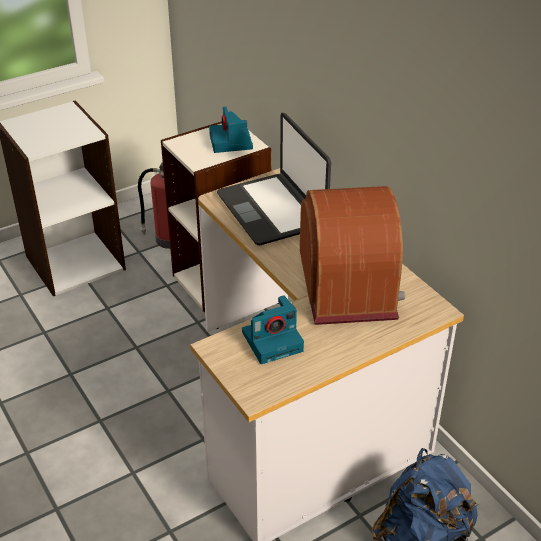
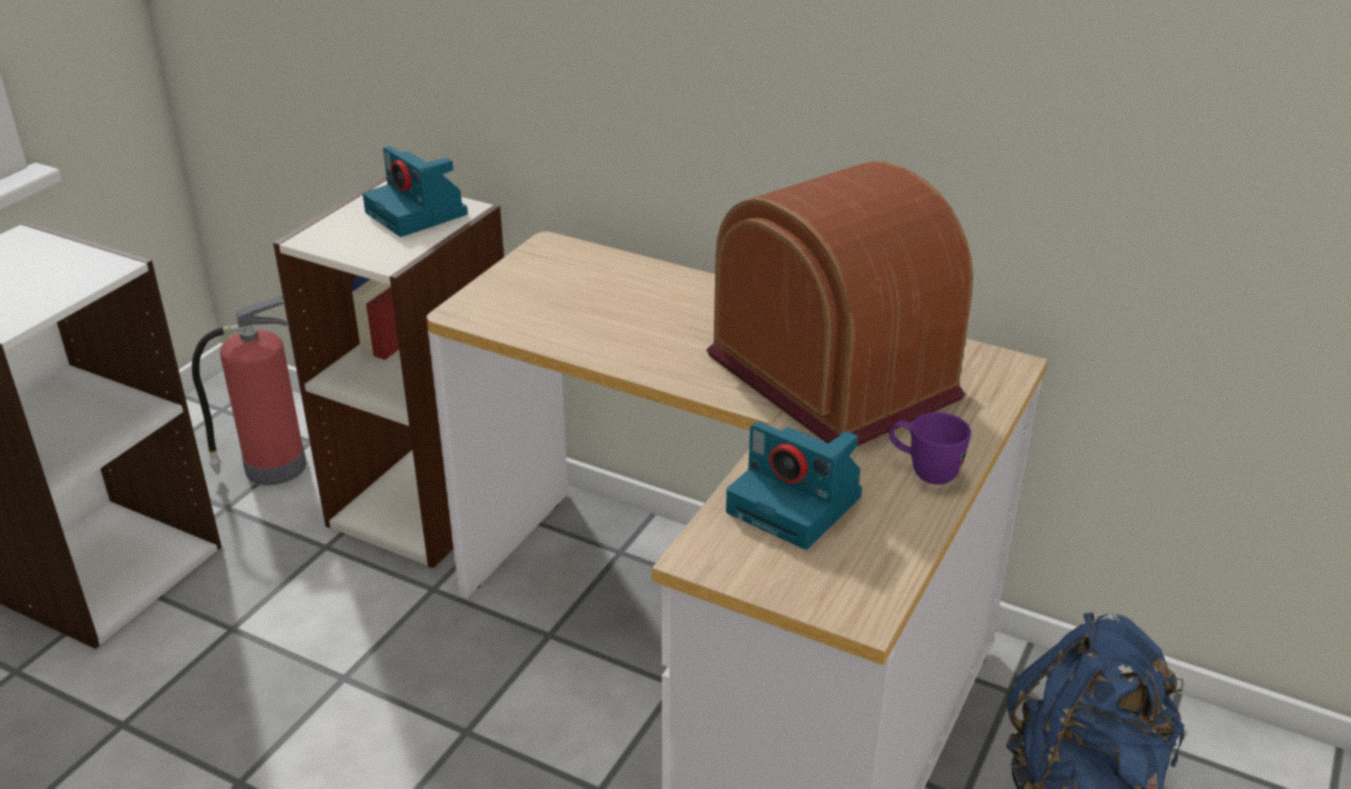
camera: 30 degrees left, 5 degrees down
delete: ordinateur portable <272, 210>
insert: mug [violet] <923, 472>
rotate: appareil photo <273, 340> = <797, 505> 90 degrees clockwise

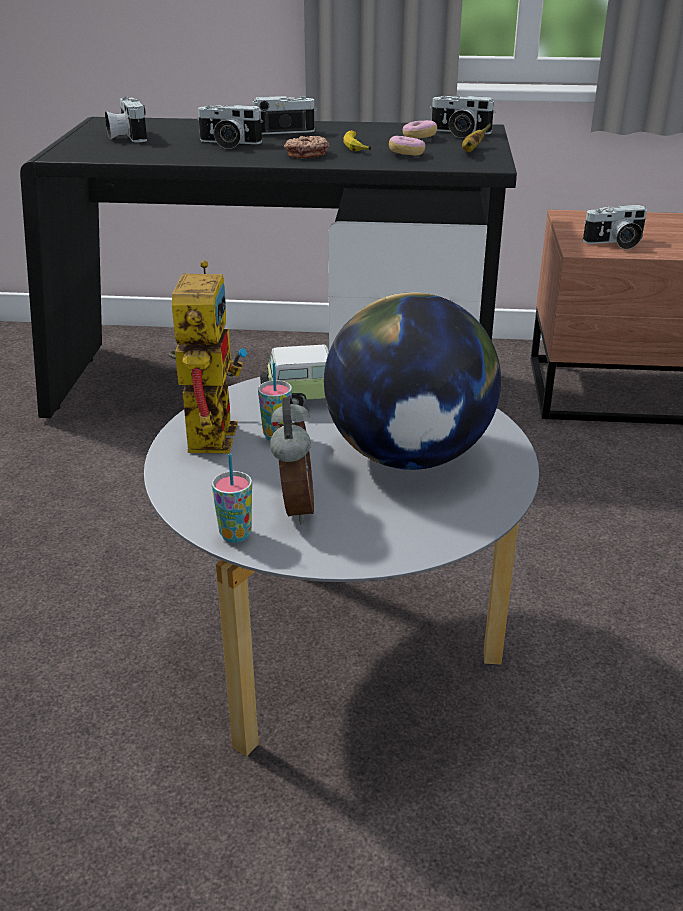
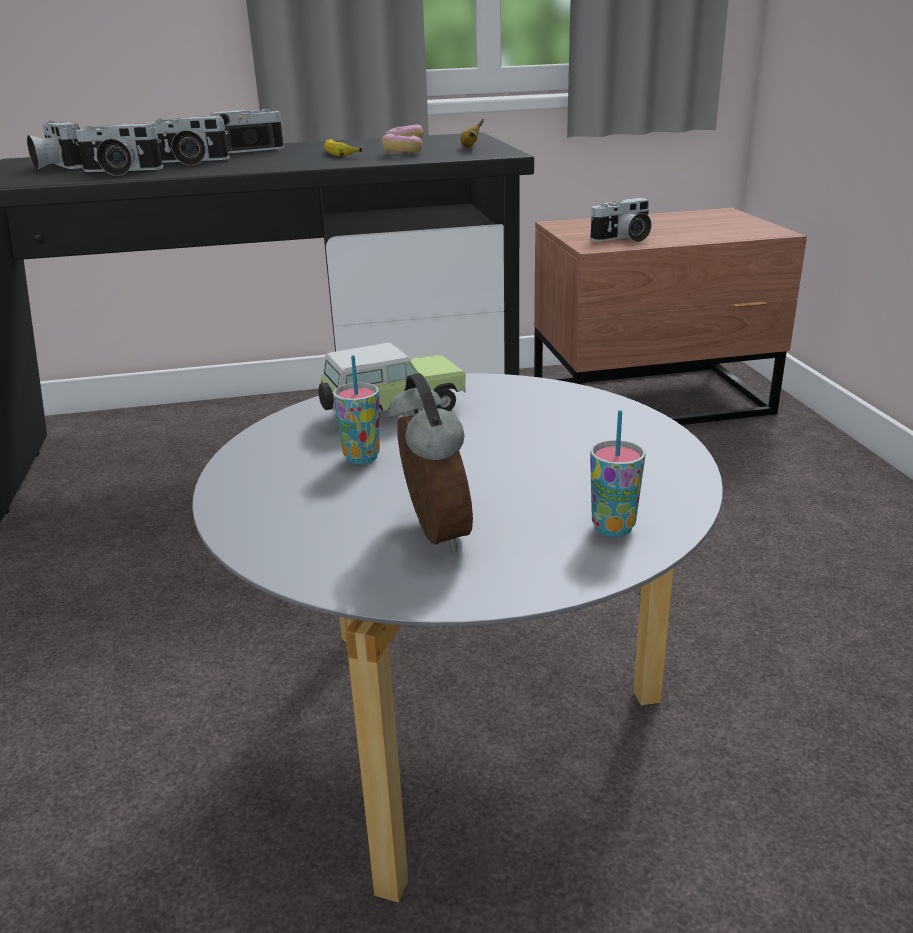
camera: 15 degrees left, 5 degrees down
delete: robot jouet <208, 430>; beignet <306, 154>; globe <409, 456>
move: appareil photo <459, 133> to <120, 172>; tasse <235, 535> to <613, 528>

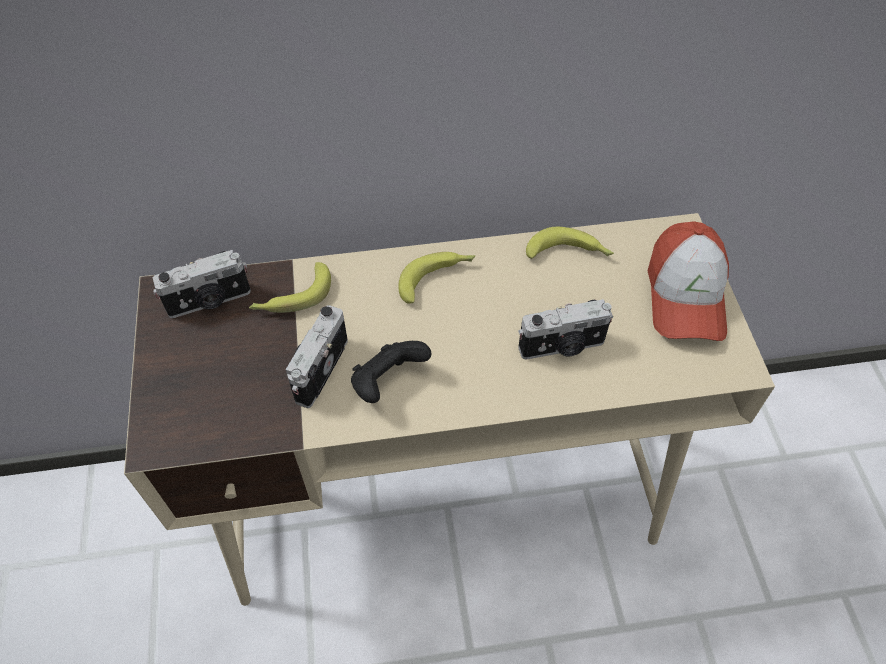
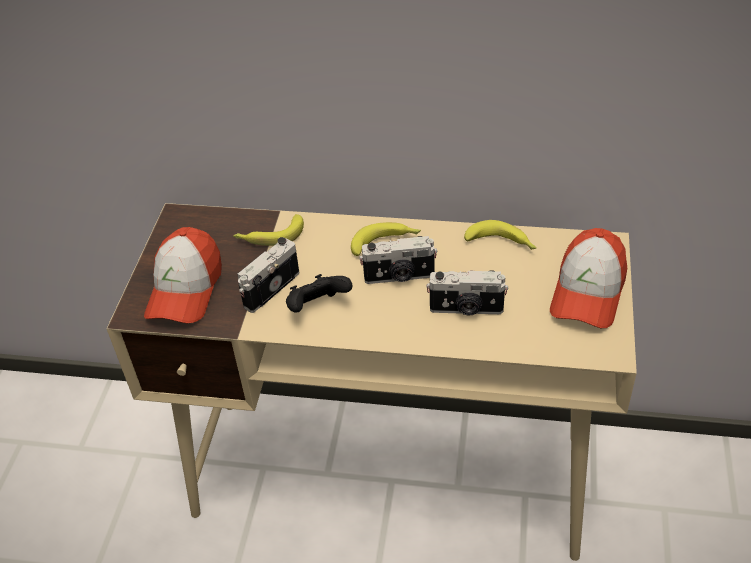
camera: 20 degrees right, 10 degrees down
insert: casquette <185, 289>
move: appareil photo <209, 301> to <399, 277>

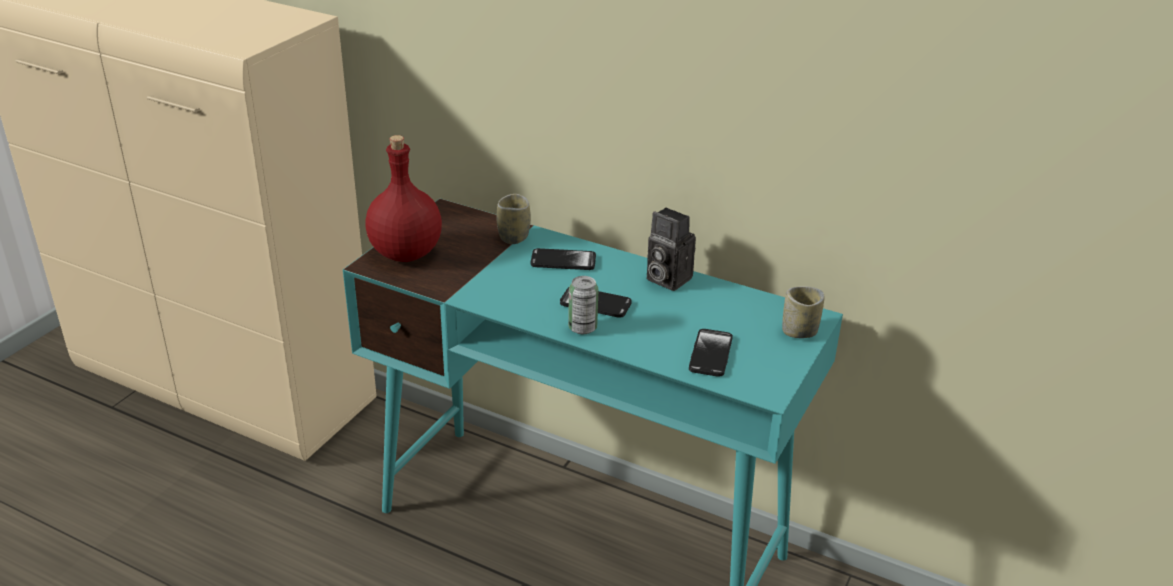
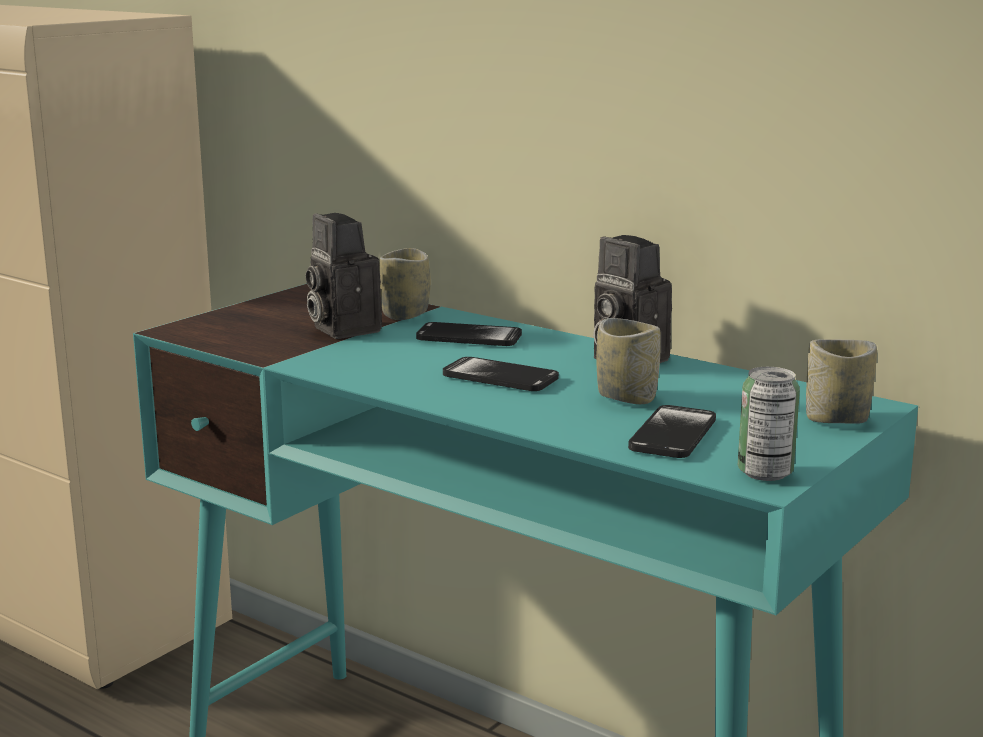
camera: 10 degrees right, 15 degrees down
delete: bouteille [rouge] <405, 253>
insert: appareil photo <341, 329>; tasse <626, 397>
move: boîte métallique <582, 328> to <765, 473>

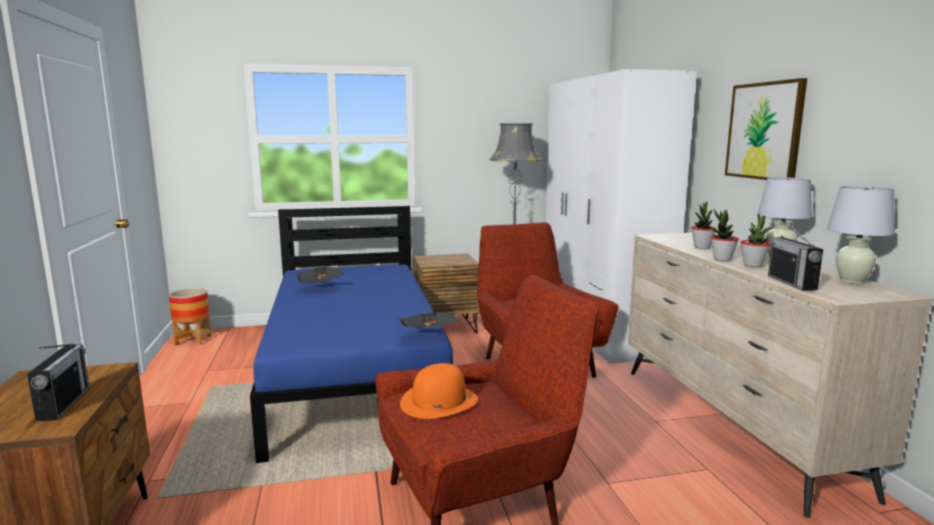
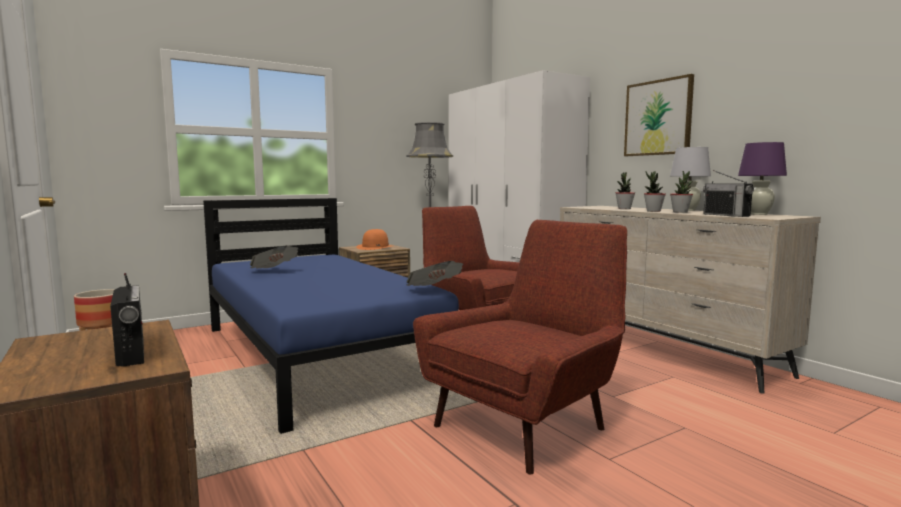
camera: 20 degrees left, 5 degrees down
move: chapeau [orange] <439, 401> to <375, 247>
recolor: lampe de table [blanc] <851, 281> to lampe de table [violet] <758, 214>

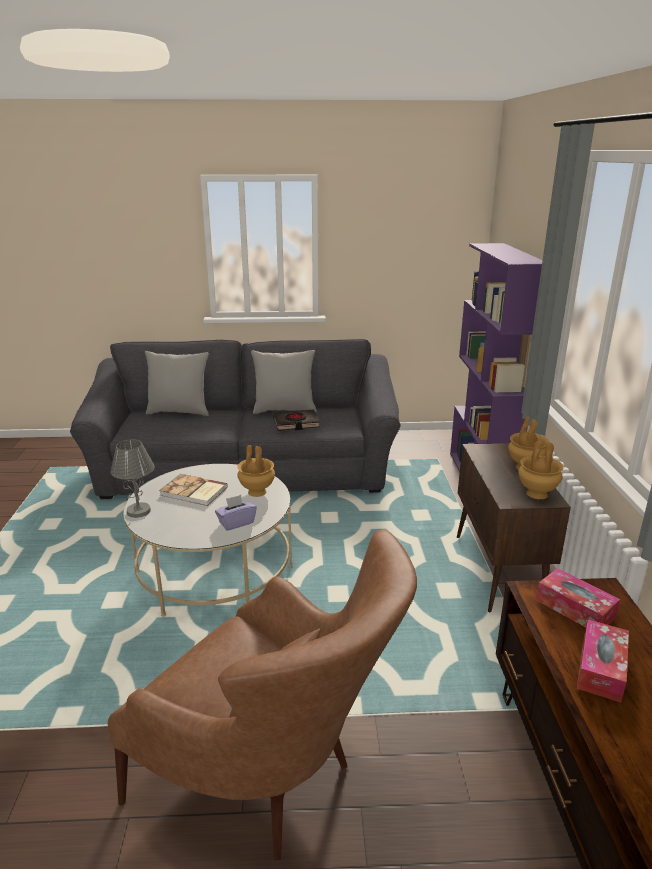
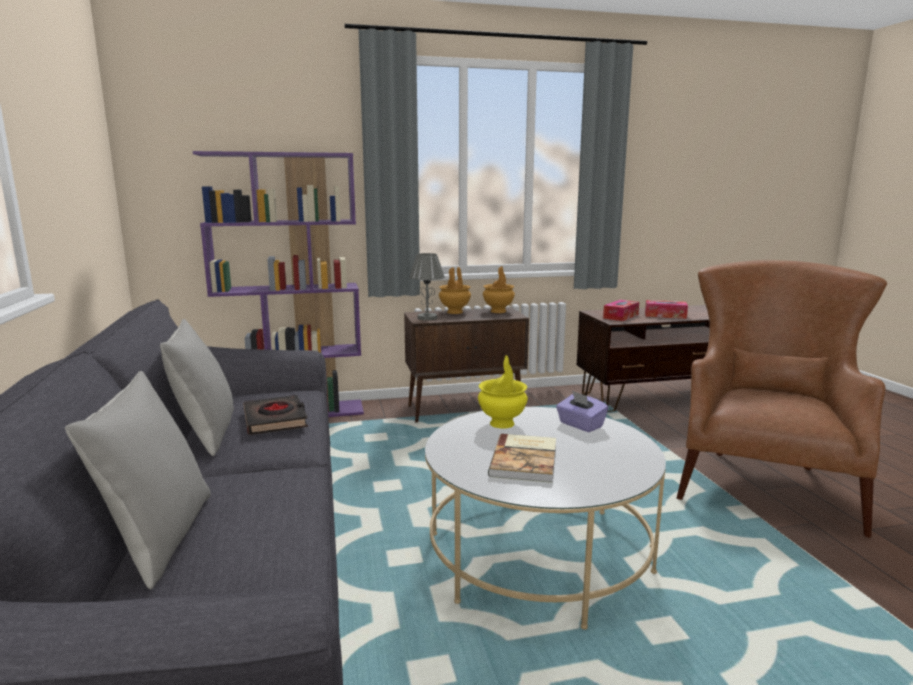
camera: 100 degrees left, 10 degrees down
move: lampe de table [gris] <138, 511> to <427, 318>
recolor: vase [marron] <256, 492> to vase [jaune] <502, 424>

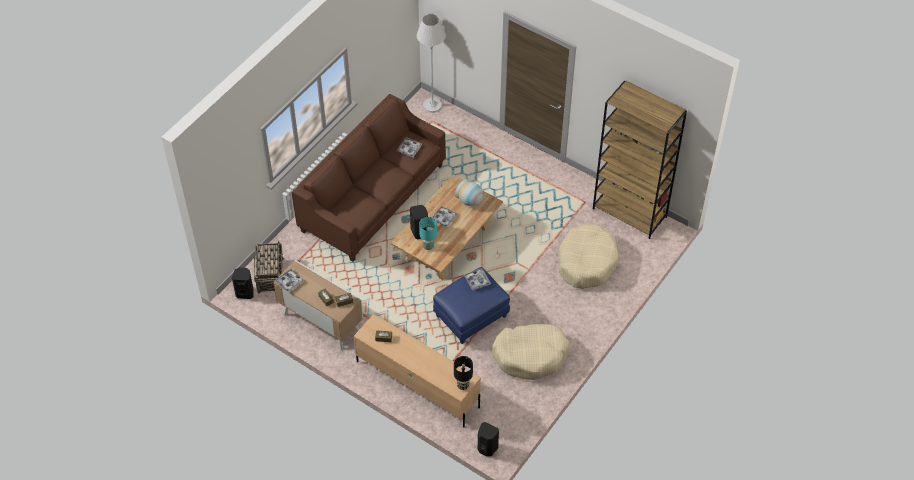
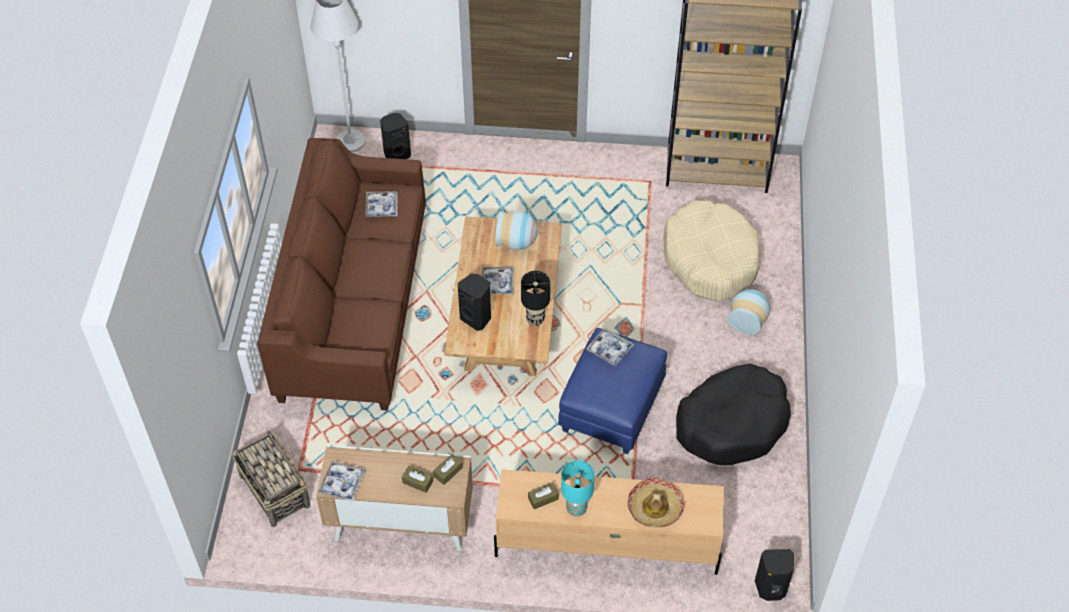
camera: 30 degrees left, 0 degrees up
insert: chapeau <655, 507>; vase <747, 320>
move: enceinte [noir] <245, 293> to <396, 154>; lampe de table [noir] <462, 385> to <535, 320>; lampe de table [turquoise] <428, 246> to <576, 508>
recolor: panier pour chien [beige] <530, 355> to panier pour chien [noir] <732, 423>

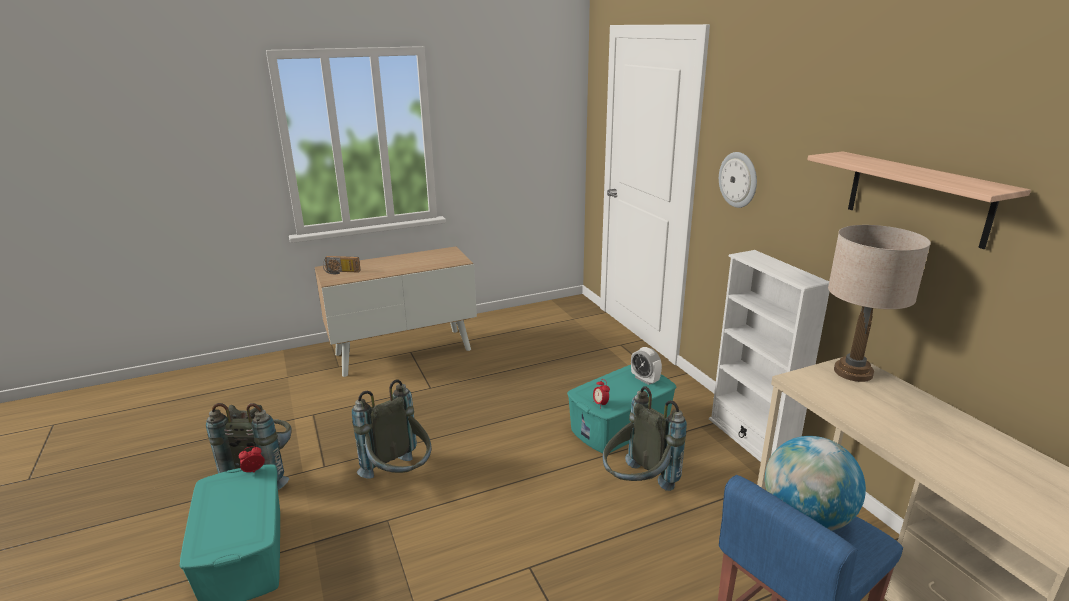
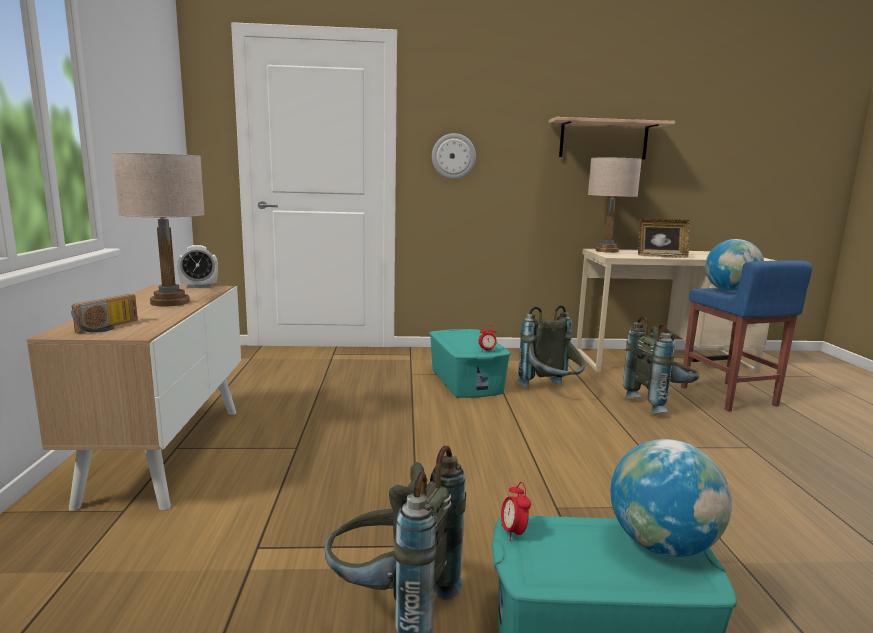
camera: 70 degrees left, 10 degrees down
delete: bibliothèque [blanc] <751, 440>
insert: lampe de table [beige] <170, 302>; globe <662, 545>; cadre photo <661, 256>
move: réveil <645, 379> to <199, 286>; sac à dos [gris] <400, 477> to <659, 404>

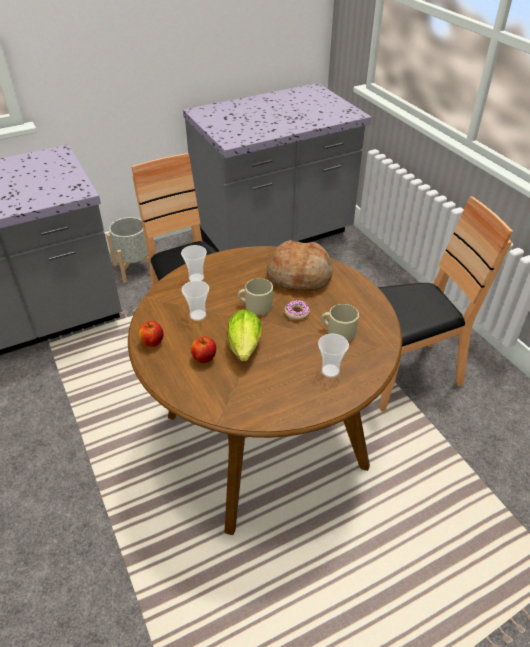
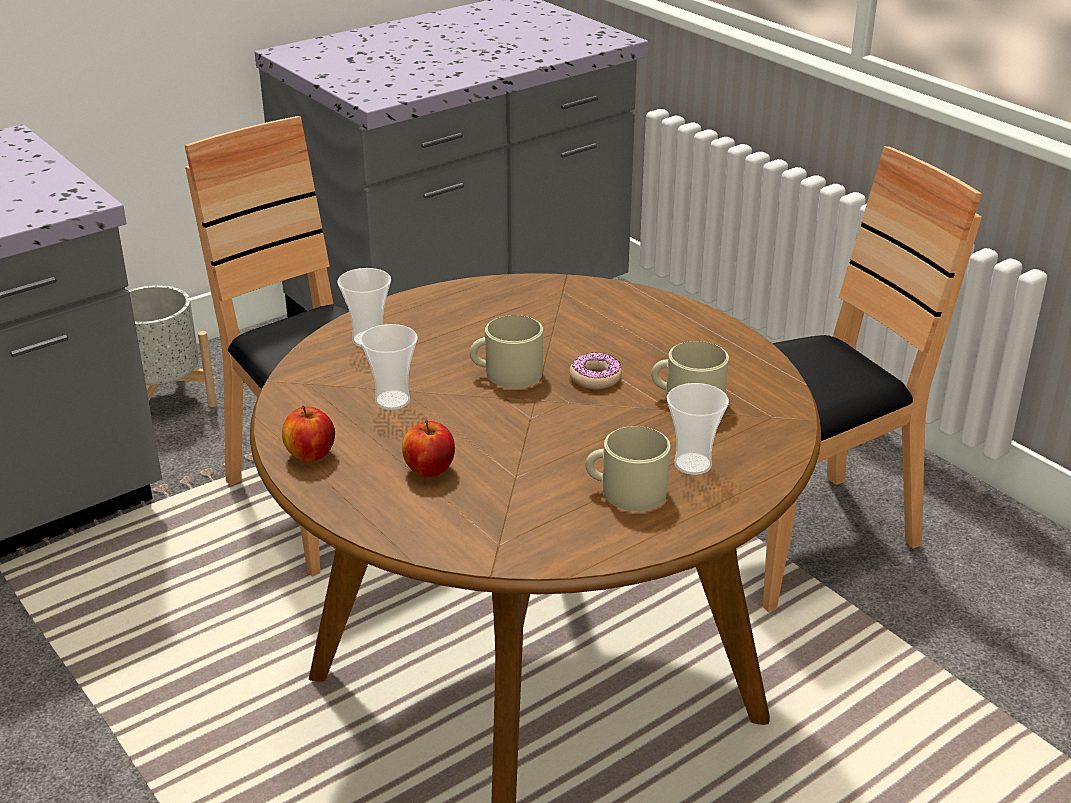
camera: 10 degrees left, 10 degrees down
delete: laitue <244, 350>; pain <300, 276>
insert: mug [beige] <625, 491>

